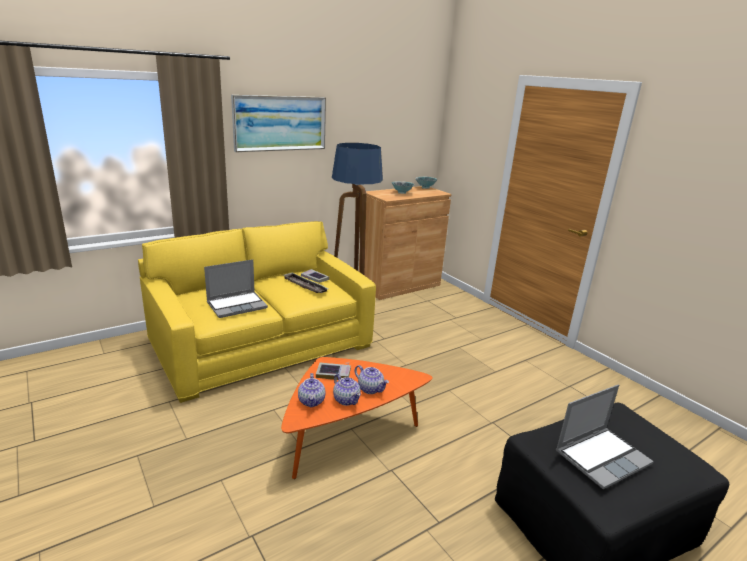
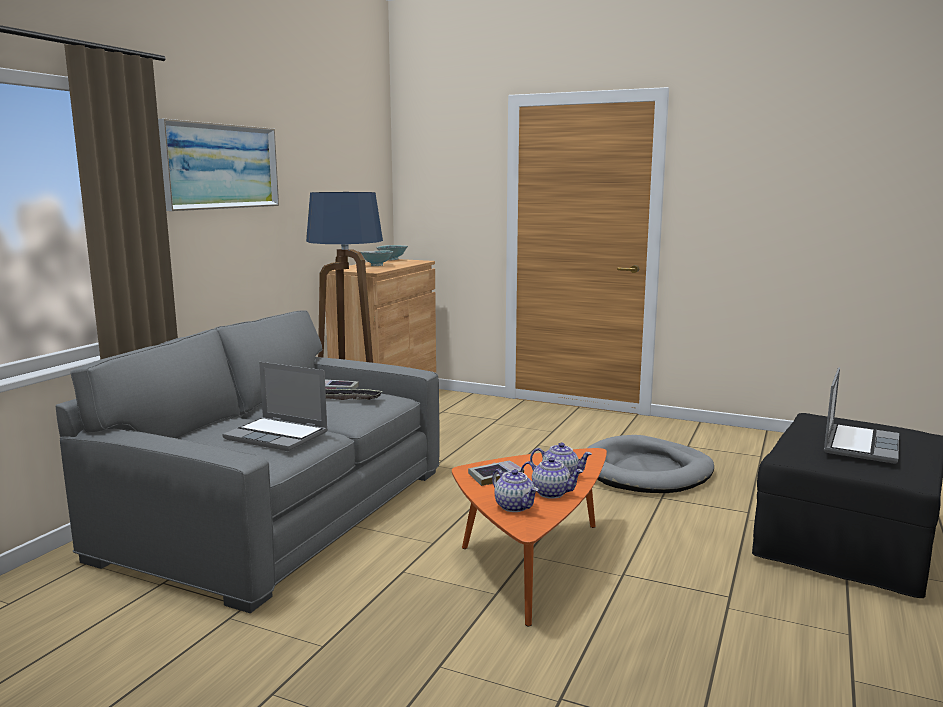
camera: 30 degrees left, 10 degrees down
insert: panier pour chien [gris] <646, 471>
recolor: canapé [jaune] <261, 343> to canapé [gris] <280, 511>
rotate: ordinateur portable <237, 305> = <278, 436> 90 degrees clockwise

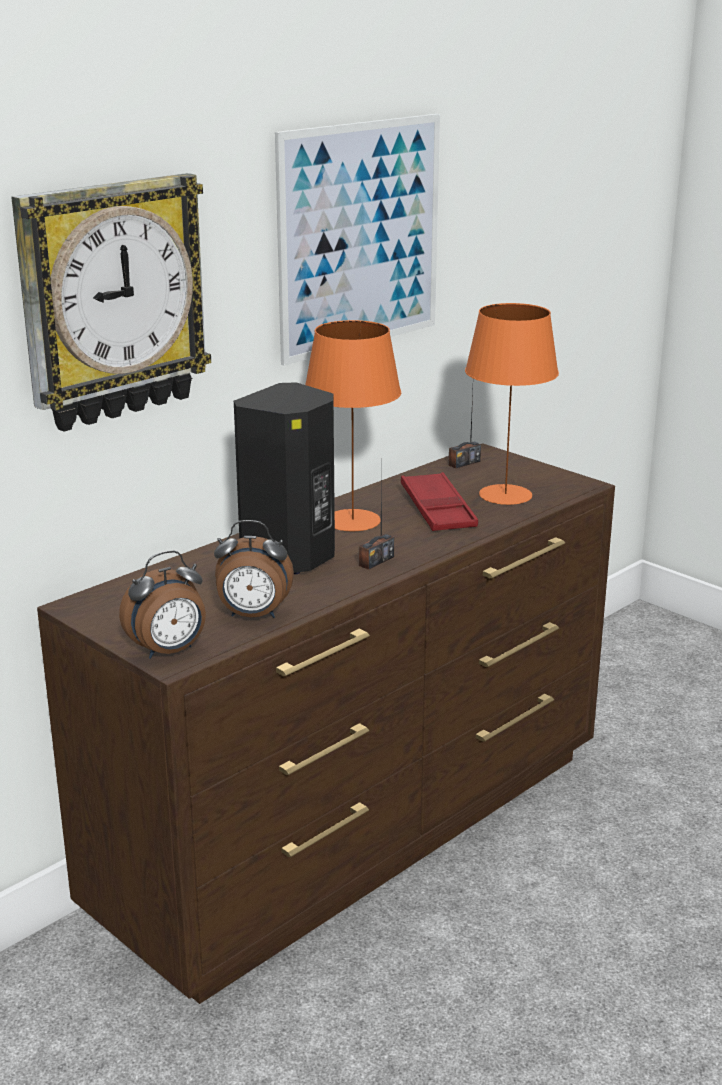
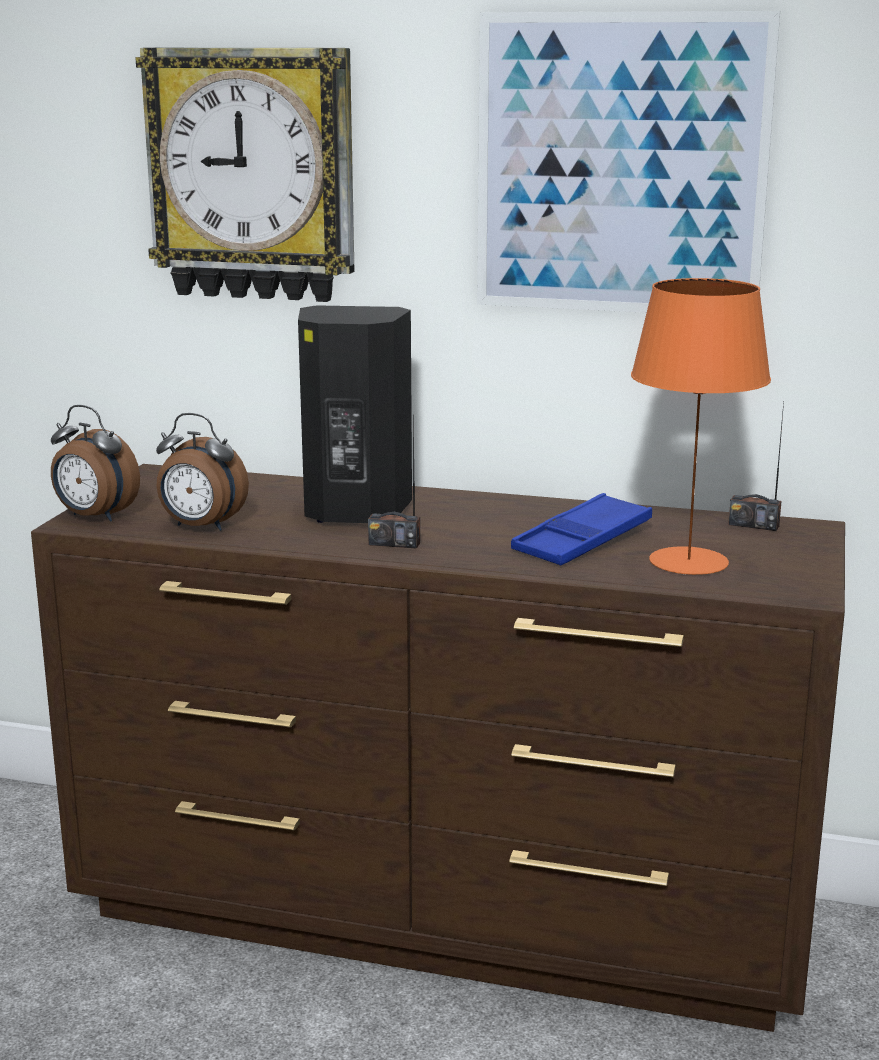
camera: 60 degrees right, 5 degrees down
delete: lampe de table [orange] <352, 521>
recolor: plateau [rouge] <438, 510> to plateau [bleu] <582, 541>
rotate: réveil <253, 615> = <201, 527> 45 degrees counterclockwise

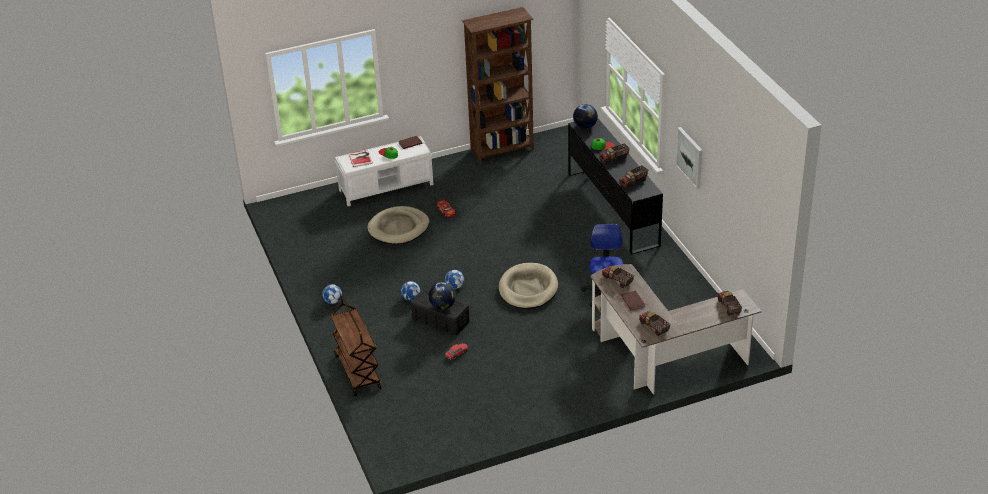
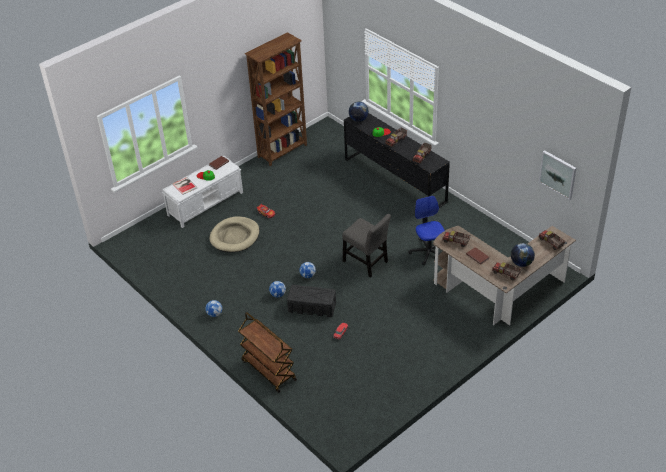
camera: 20 degrees left, 5 degrees up
move: globe <443, 306> to <521, 263>; tableau <690, 157> to <558, 174>
replace: panier pour chien [beige] <528, 289> to chaise [gris] <366, 263>

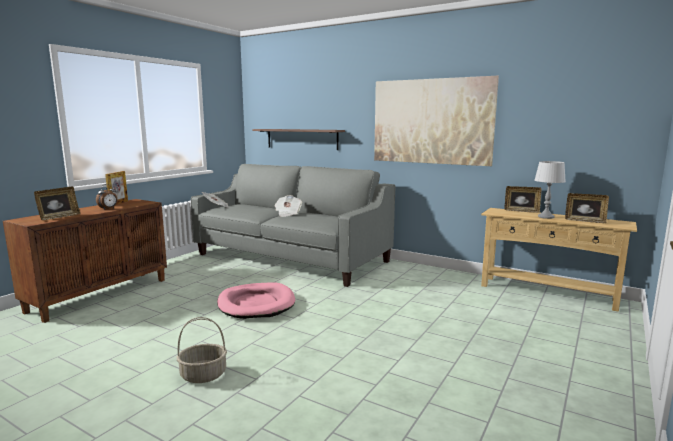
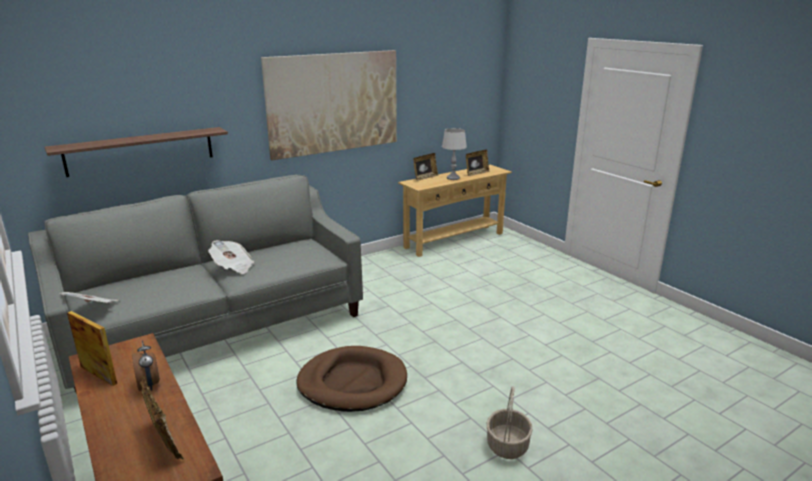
camera: 65 degrees left, 10 degrees up
recolor: panier pour chien [rose] <256, 304> to panier pour chien [marron] <352, 382>

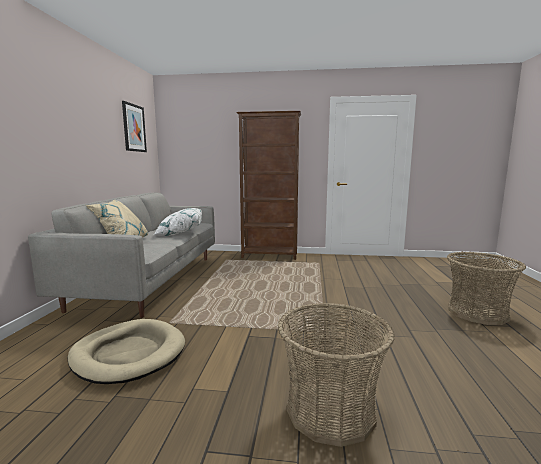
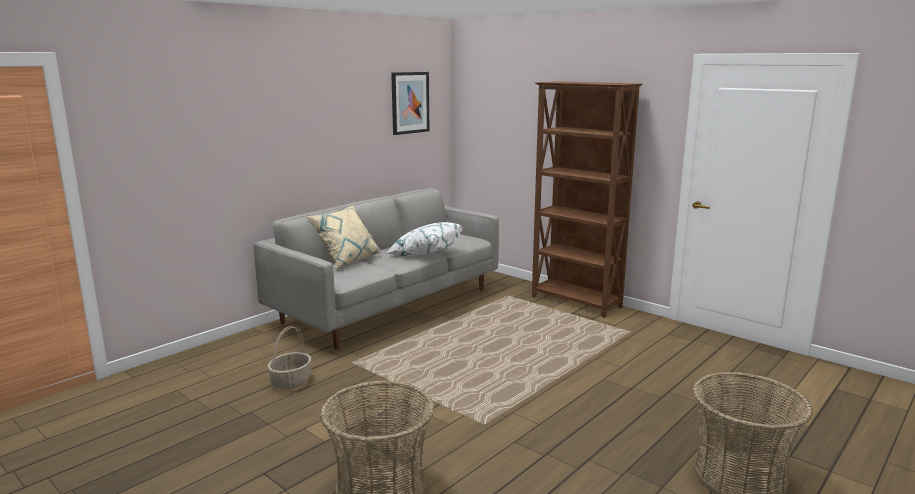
camera: 35 degrees right, 5 degrees up
replace: panier pour chien [beige] <129, 354> to panier <291, 382>

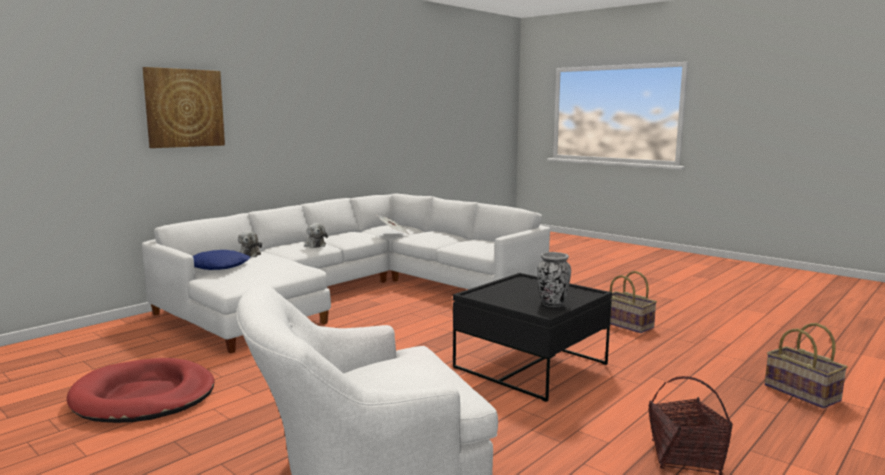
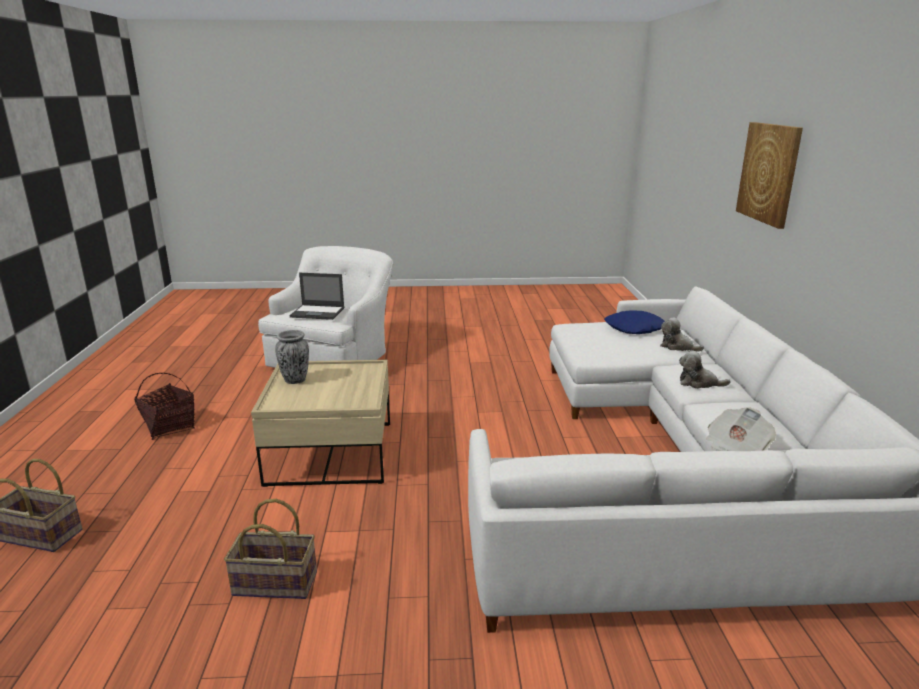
camera: 135 degrees right, 10 degrees up
delete: panier pour chien [rouge] <144, 396>
insert: ordinateur portable <318, 312>
recolor: table basse [noir] <530, 366> to table basse [beige] <331, 453>

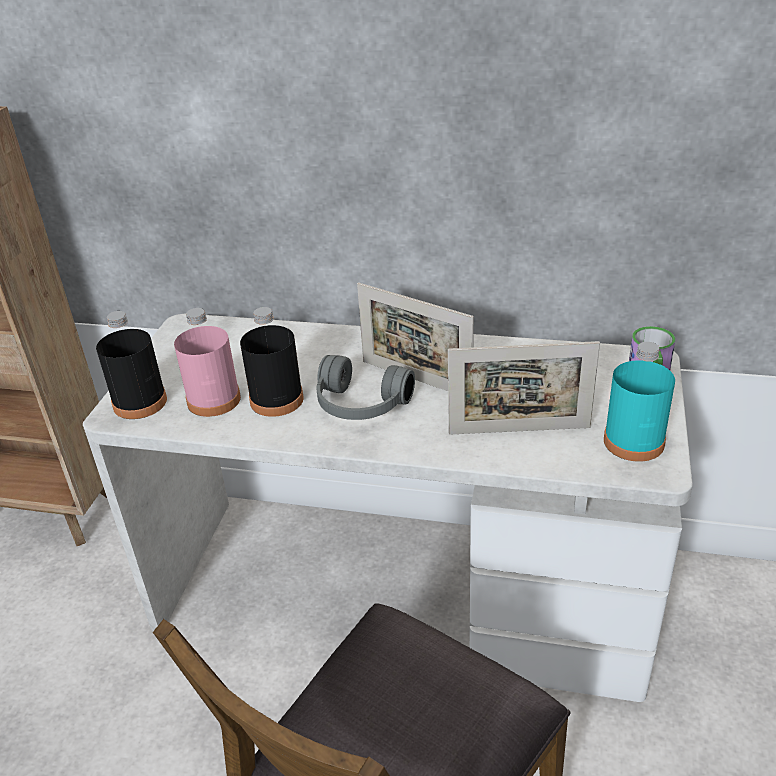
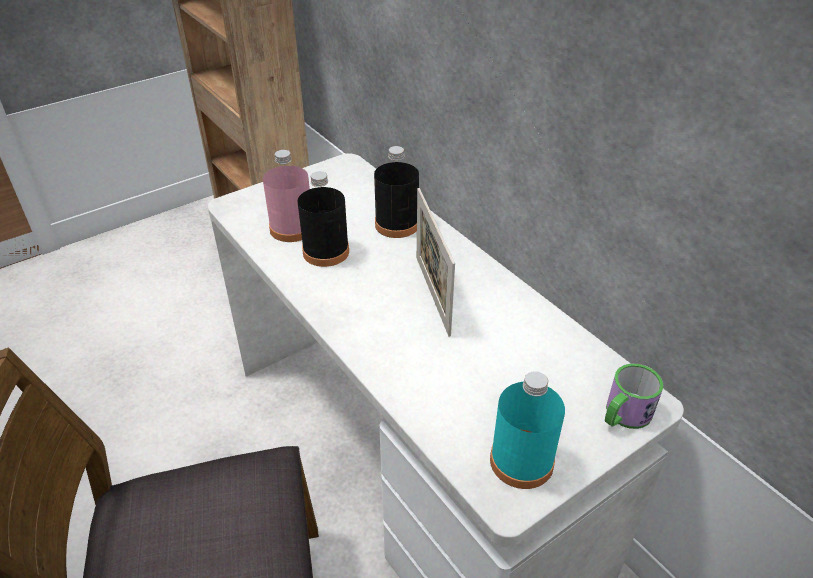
camera: 40 degrees right, 5 degrees up
delete: casque audio [gris] <359, 406>; cadre photo <519, 430>
move: bouteille [noir] <140, 402> to <397, 224>

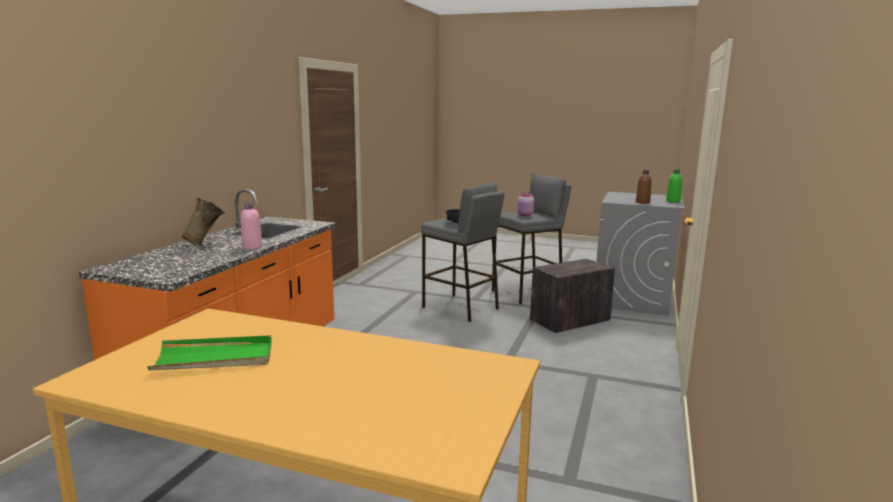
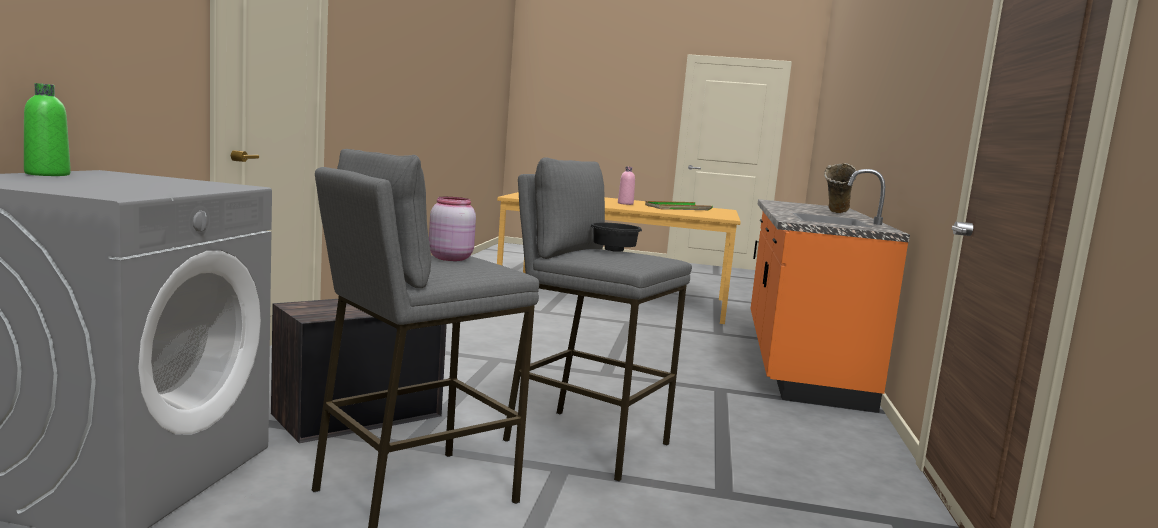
camera: 170 degrees right, 5 degrees down
delete: bouteille [marron] <642, 202>
move: bouteille [rose] <252, 247> to <625, 204>

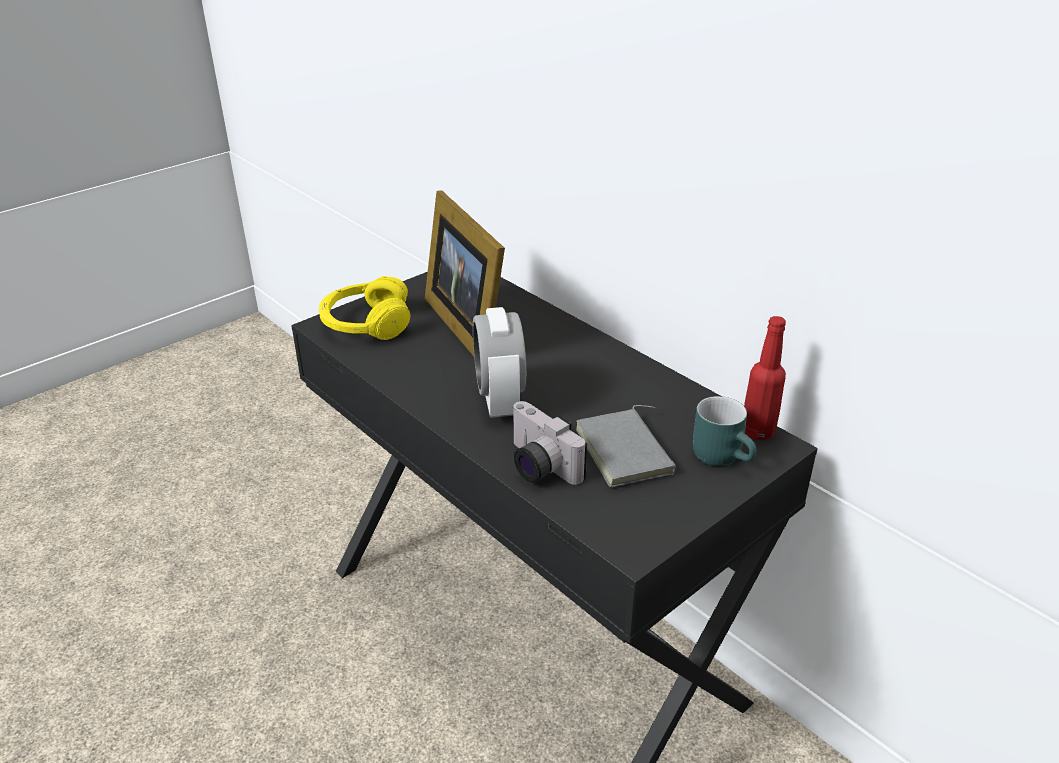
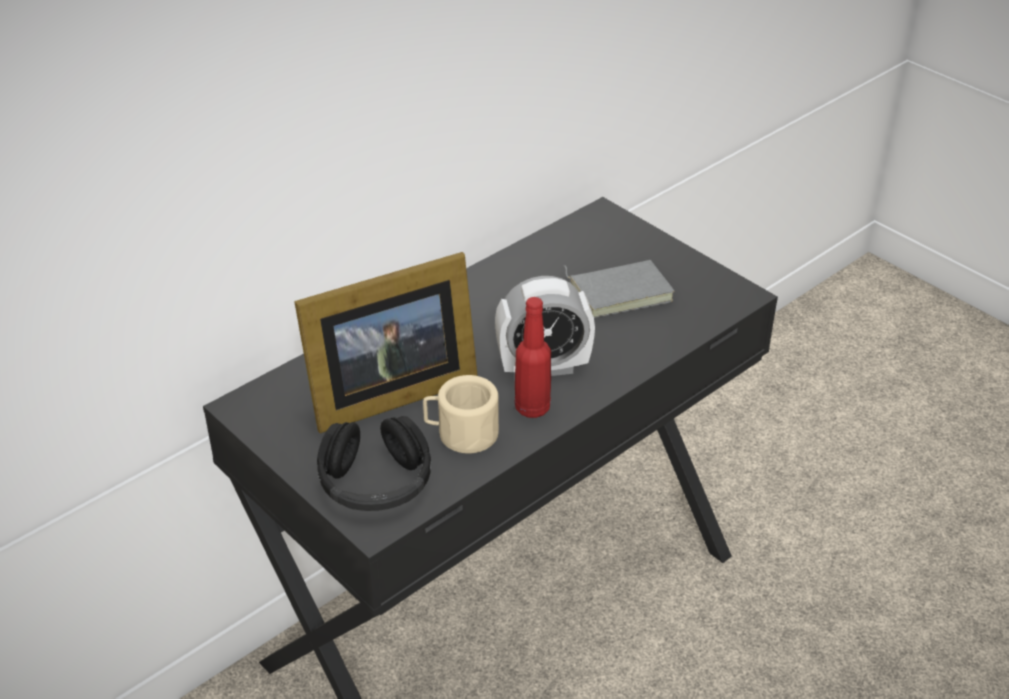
camera: 90 degrees left, 5 degrees up
delete: appareil photo <537, 466>; mug [turquoise] <724, 456>
insert: mug [beige] <461, 434>
move: bouteille [rouge] <757, 431> to <532, 408>
recolor: casque audio [jaune] <366, 324> to casque audio [noir] <376, 483>

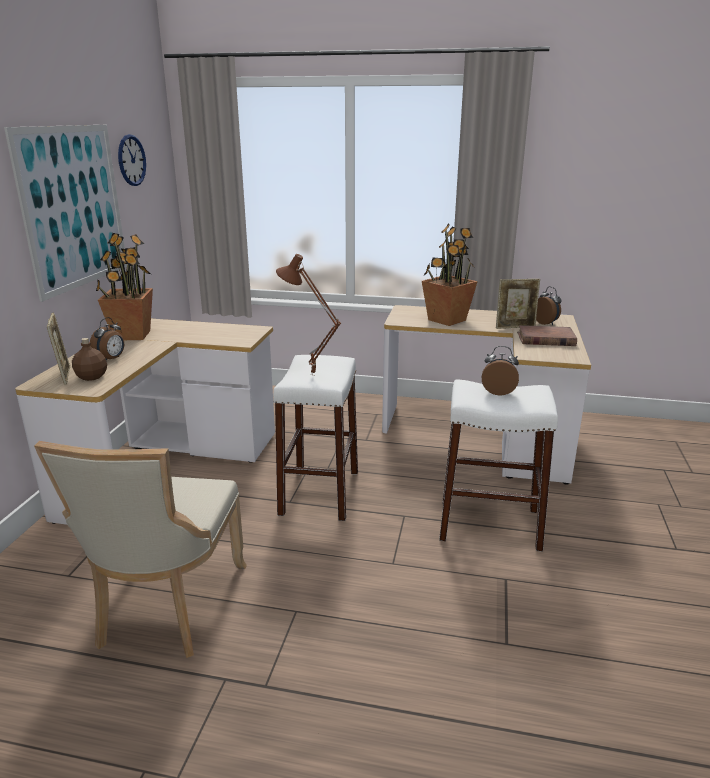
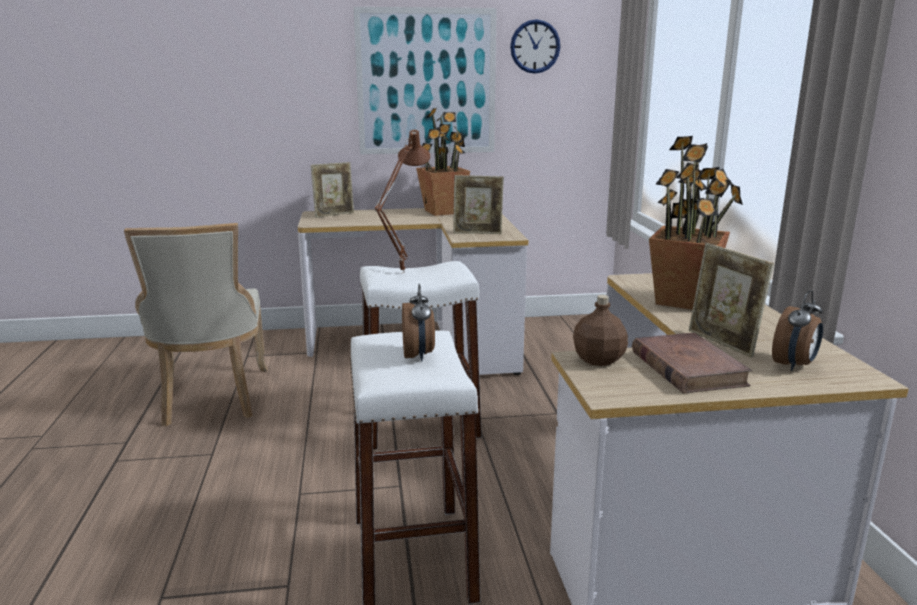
camera: 70 degrees right, 5 degrees down
delete: réveil <111, 359>
insert: cadre photo <478, 233>
move: bouteille [marron] <91, 377> to <598, 359>
rotate: chaise [beige] <167, 608> = <212, 399> 90 degrees counterclockwise

